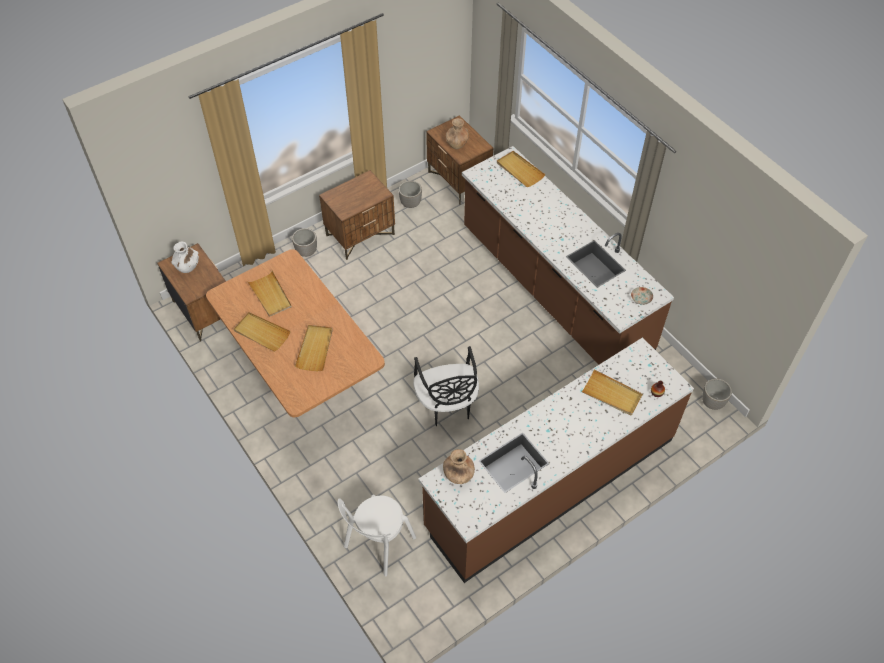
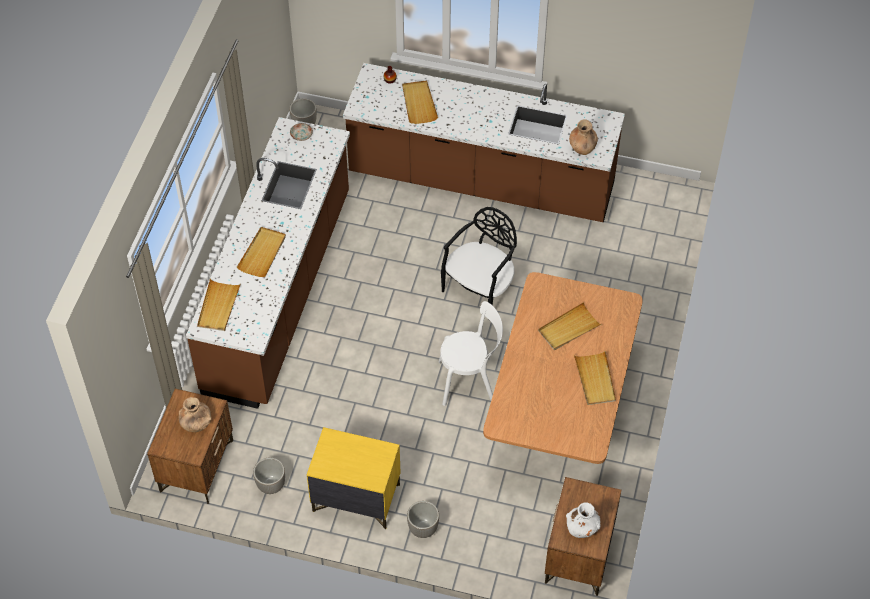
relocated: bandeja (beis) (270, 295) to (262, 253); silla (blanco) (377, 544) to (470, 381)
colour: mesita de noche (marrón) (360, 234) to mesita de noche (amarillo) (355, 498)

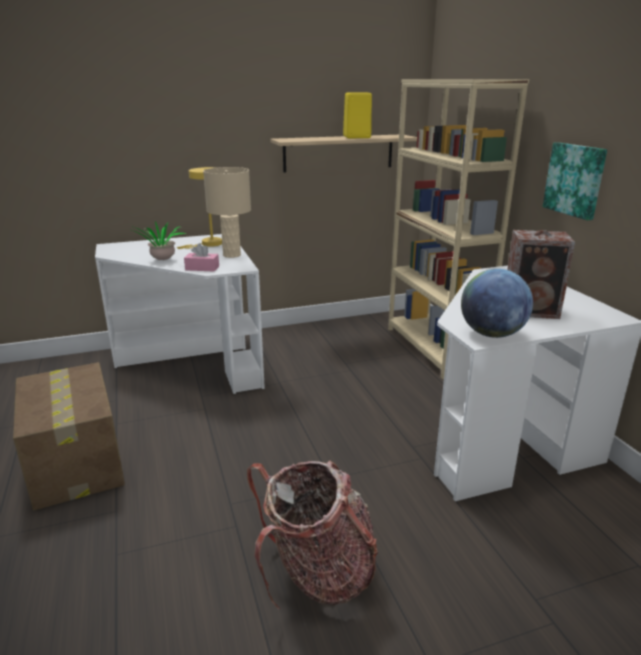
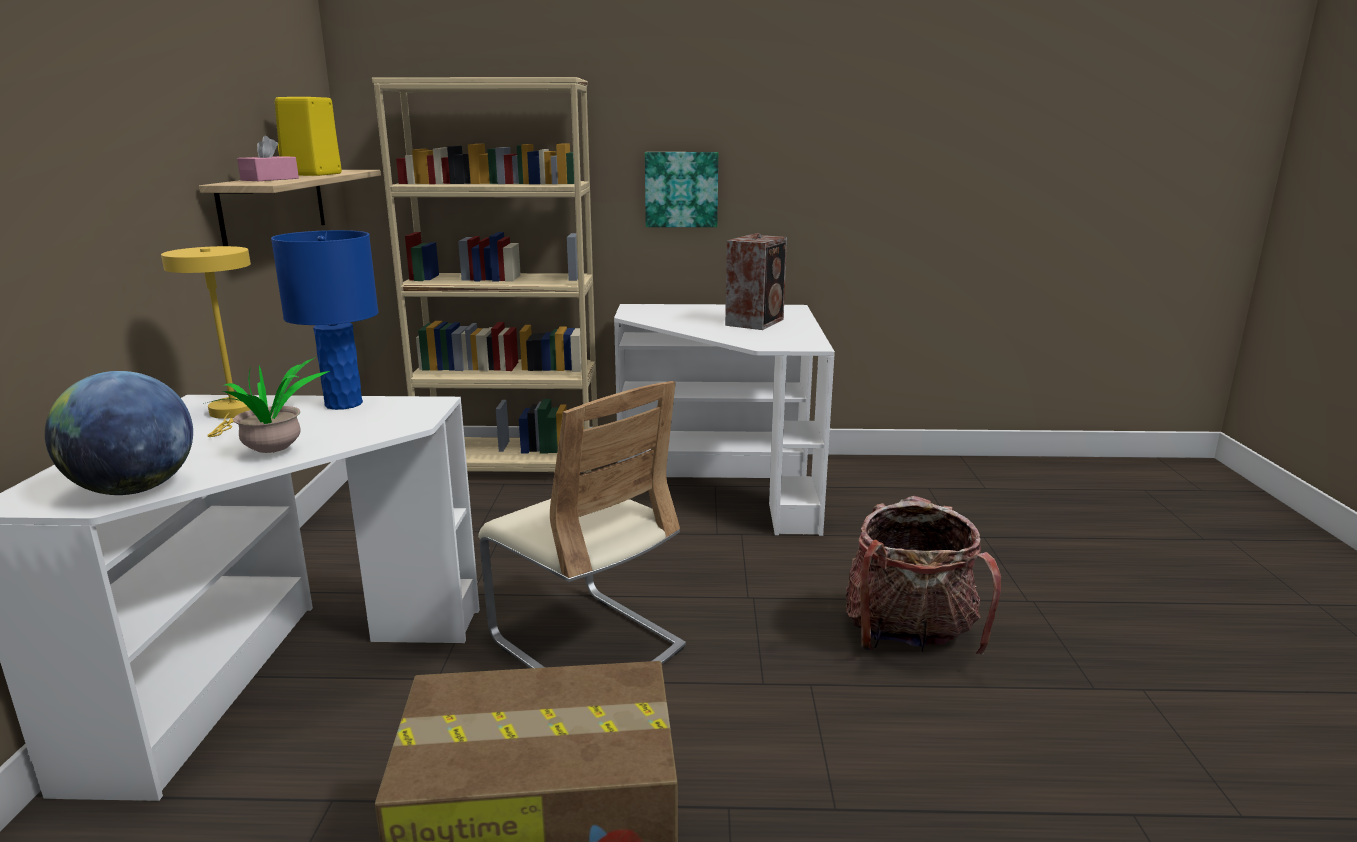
appeared: silla (beis) (586, 644)
relocated: caja de pañuelos (rosa) (202, 268) to (270, 179); globo terráqueo (491, 334) to (134, 489)
colour: lámpara de mesa (beis) (231, 255) to lámpara de mesa (azul) (344, 404)

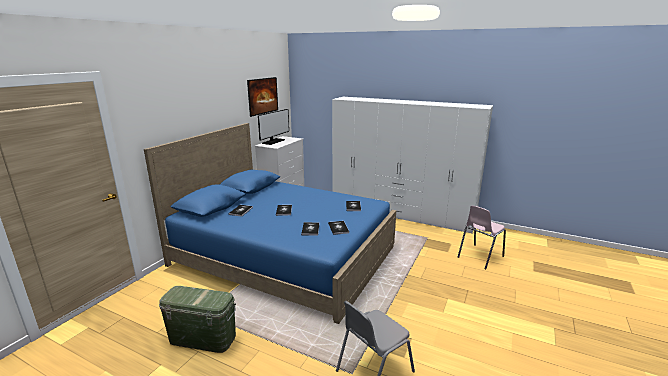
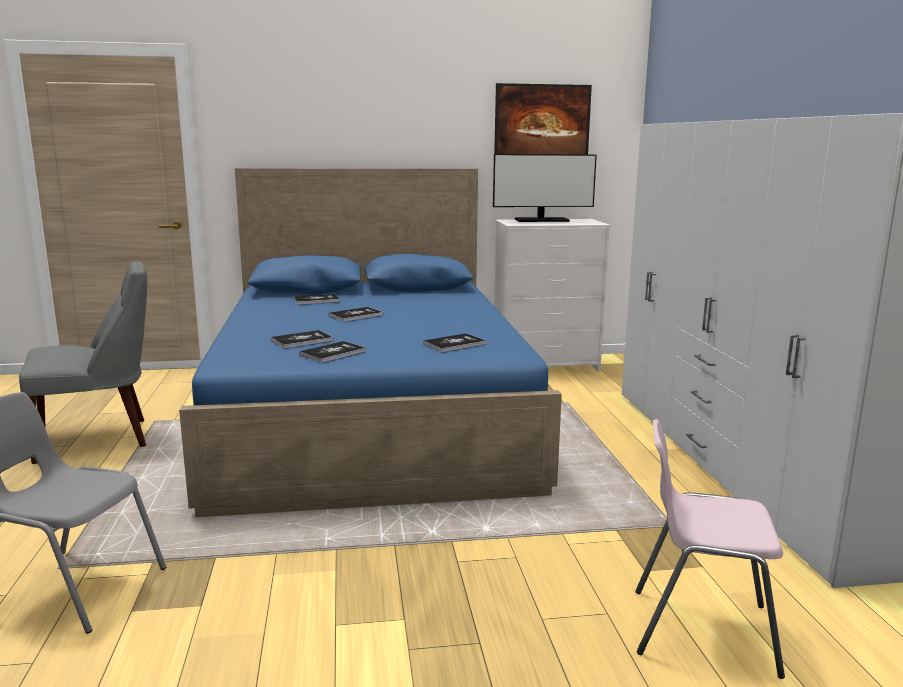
exchanged: caja de almacenaje (verde) (203, 338) to silla (gris) (99, 439)

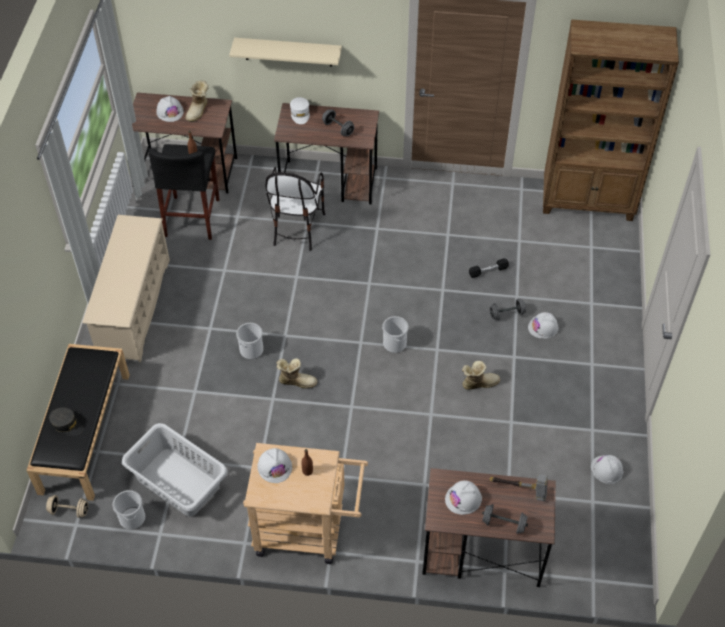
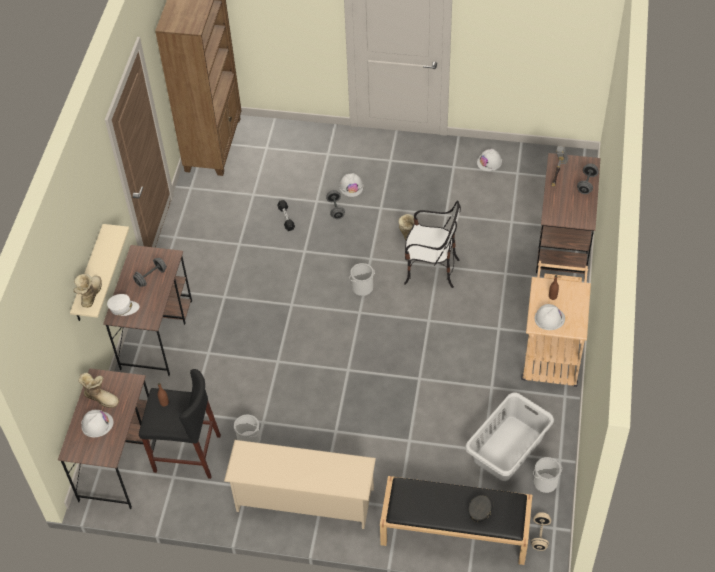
missing: casco (blanco) (463, 499)
relocated: cubo (251, 349) to (248, 439); silla (297, 228) to (430, 270); bota (296, 381) to (90, 295)

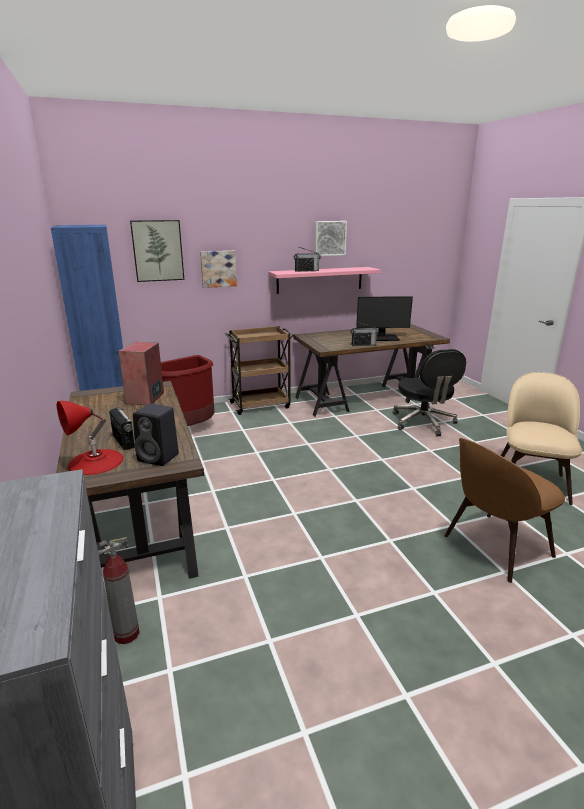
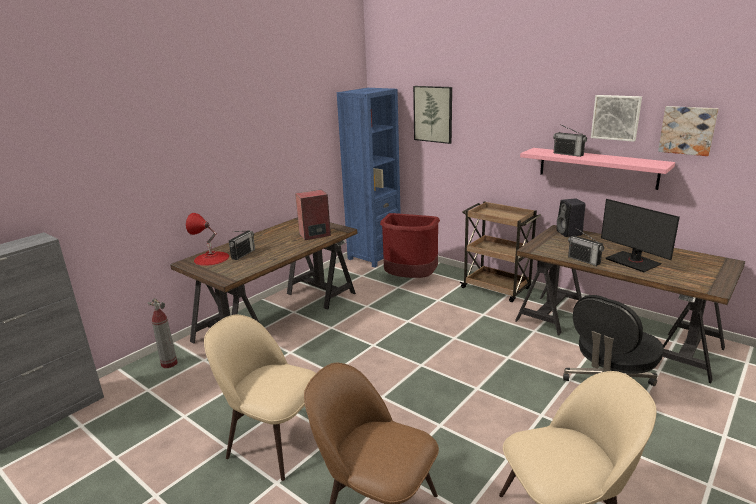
appeared: silla (beis) (274, 440)
relocated: altavoz (negro) (159, 457) to (569, 233); cuadro (218, 268) to (687, 130)

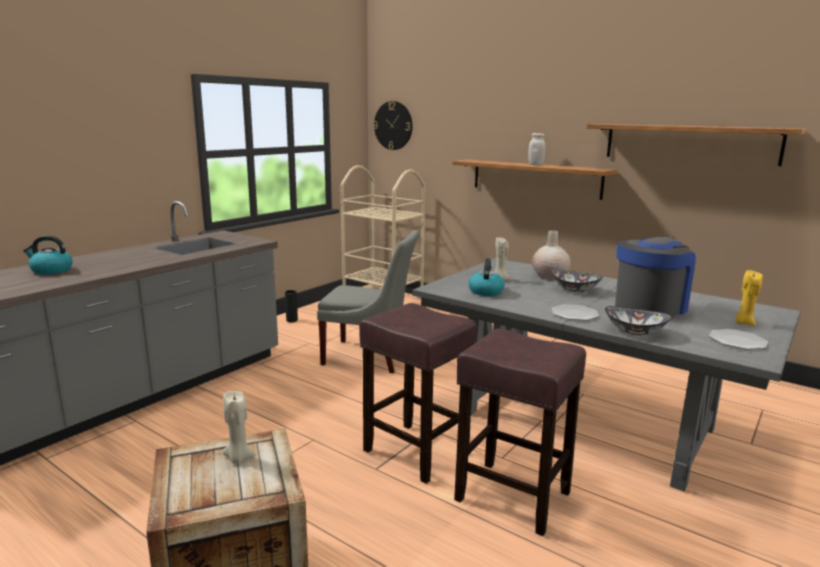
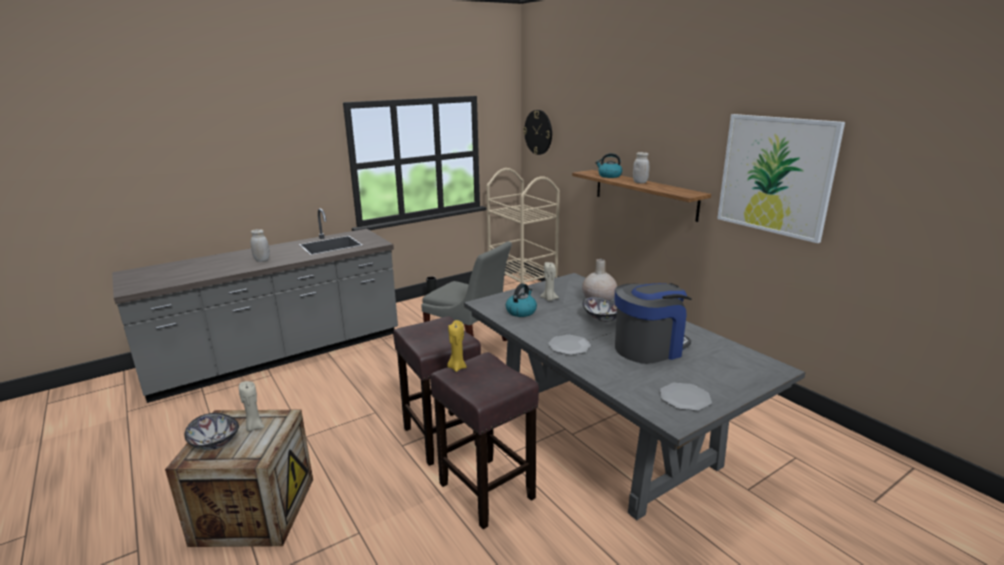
appeared: tarro (blanco) (262, 260)
relocated: hervidor (51, 270) to (609, 176); cuenco (635, 332) to (214, 443); vela (amarillo) (744, 323) to (457, 367)
exchanged: estante (689, 143) to cuadro (775, 175)

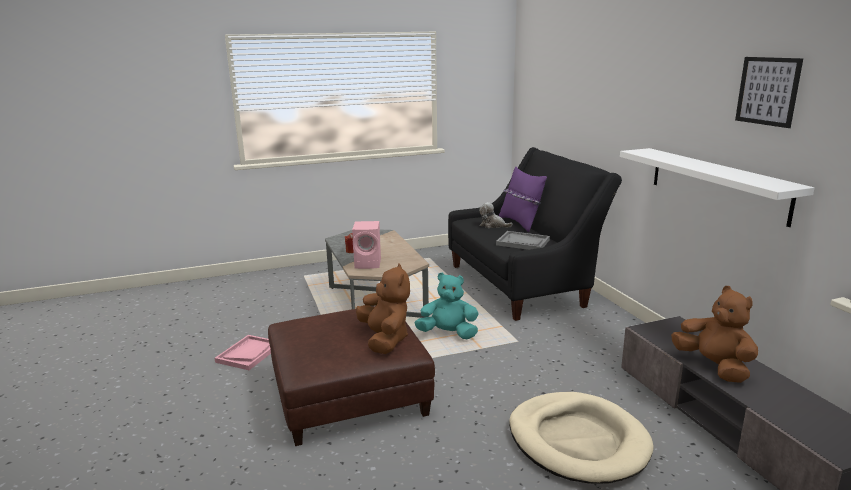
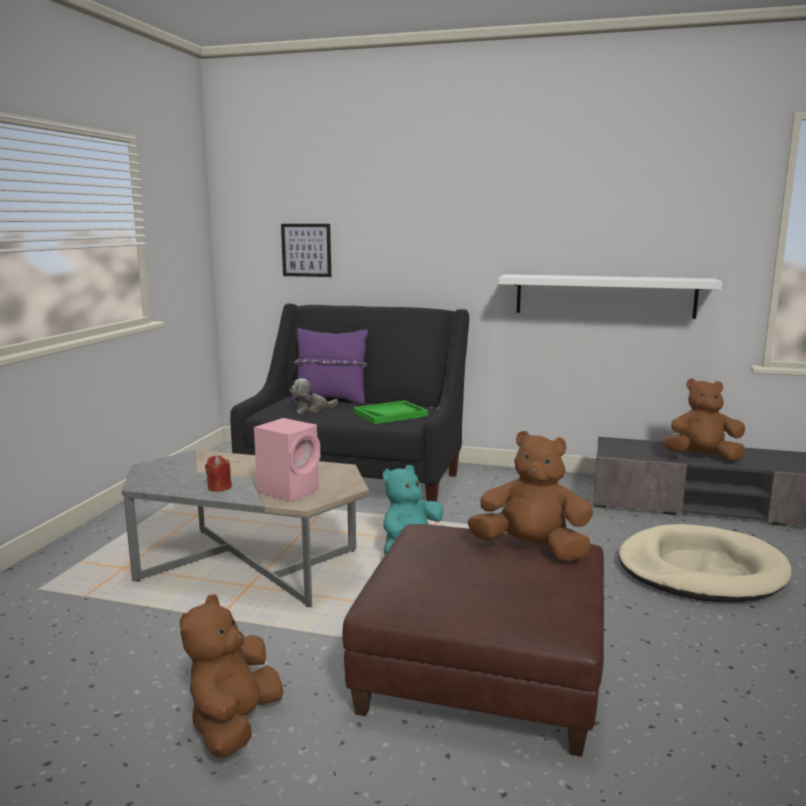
relocated: cuadro (768, 91) to (306, 250)
exchanged: bandeja (rosa) (248, 353) to peluche (marrón) (234, 725)
colour: bandeja (gris) (523, 242) to bandeja (verde) (390, 414)

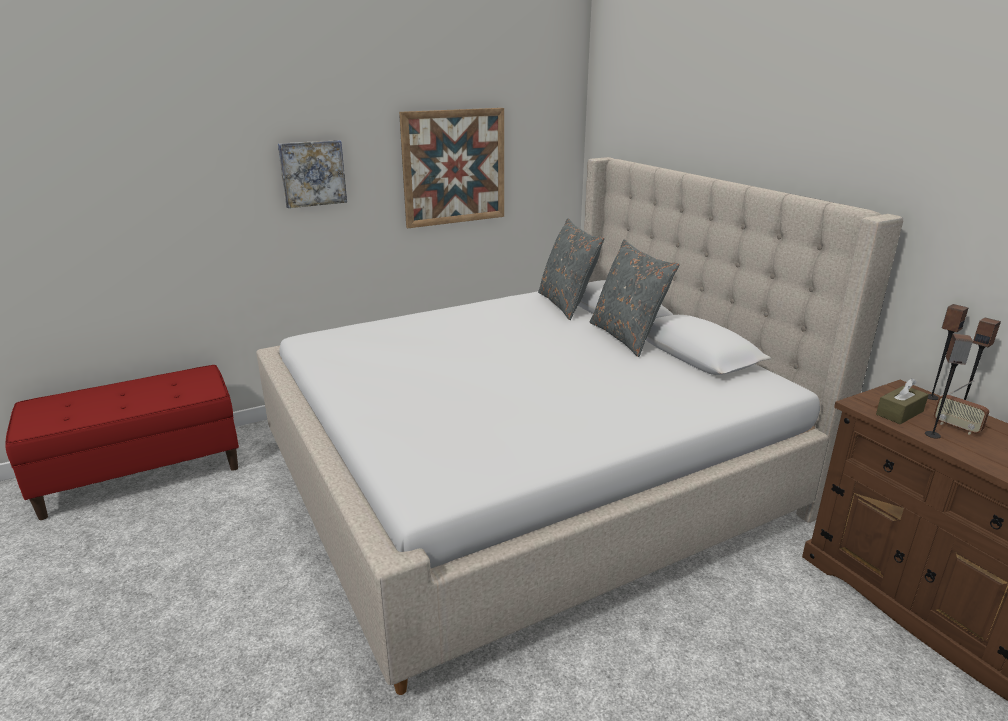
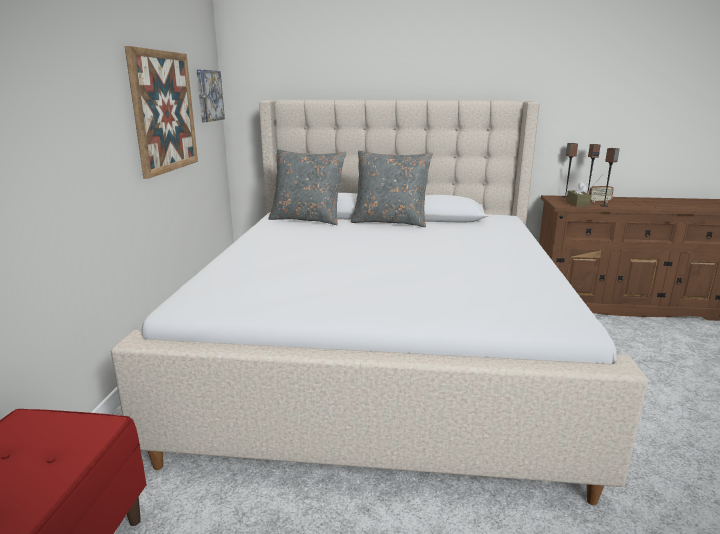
relocated: cuadro (312, 173) to (208, 95)

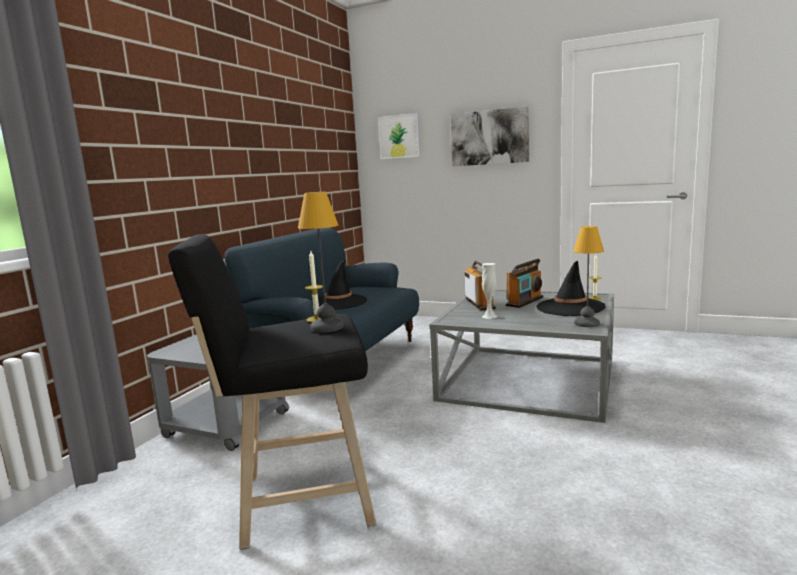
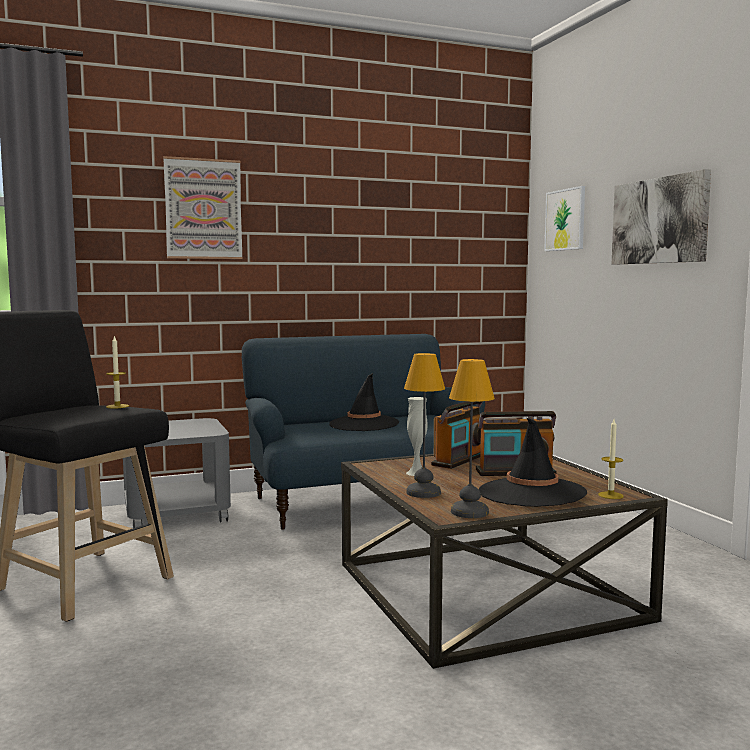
appeared: cuadro (203, 209)
relocated: lámpara de mesa (326, 327) to (423, 492)
colour: mesa de centro (gris) (527, 379) to mesa de centro (marrón) (486, 590)

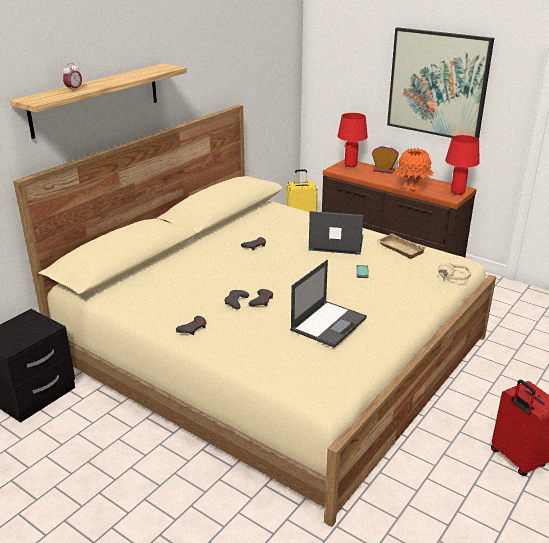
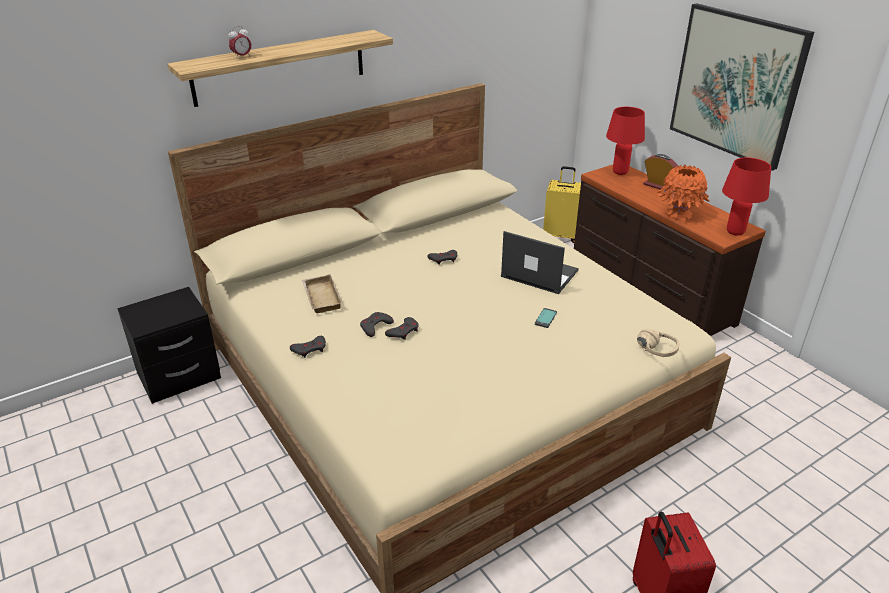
missing: portátil (329, 323)
relocated: bandeja (beis) (399, 249) to (320, 297)

